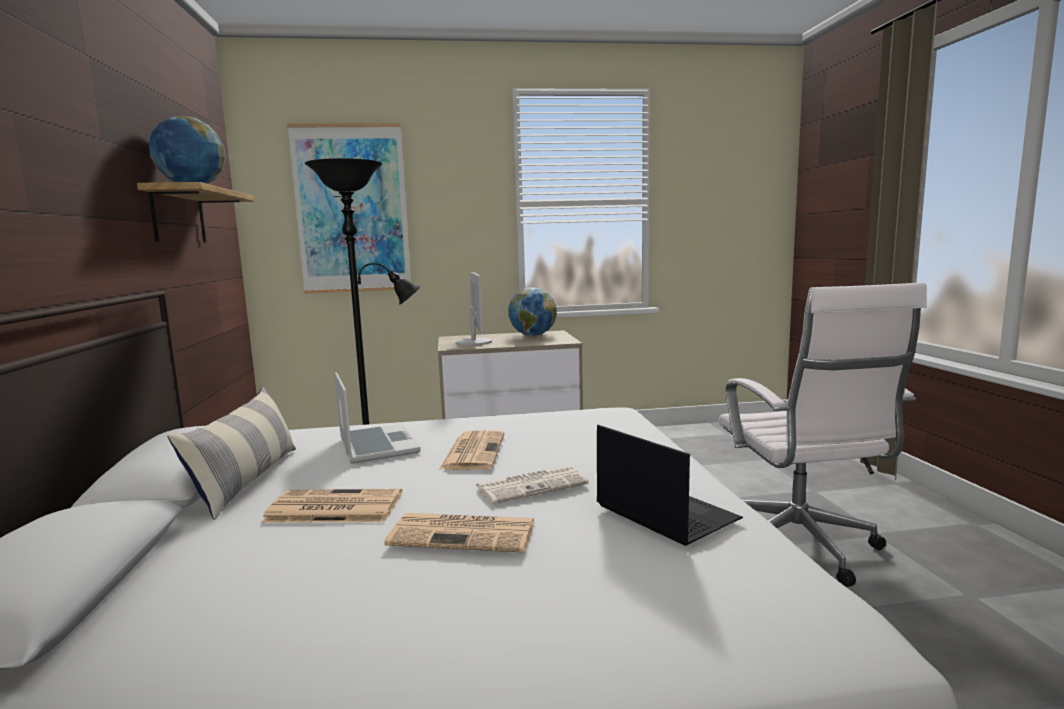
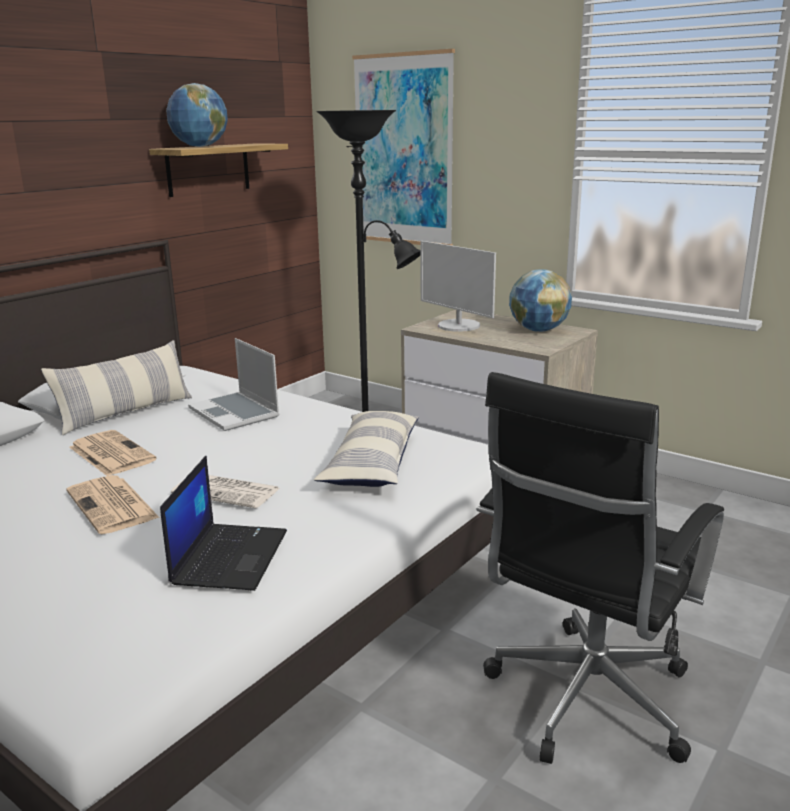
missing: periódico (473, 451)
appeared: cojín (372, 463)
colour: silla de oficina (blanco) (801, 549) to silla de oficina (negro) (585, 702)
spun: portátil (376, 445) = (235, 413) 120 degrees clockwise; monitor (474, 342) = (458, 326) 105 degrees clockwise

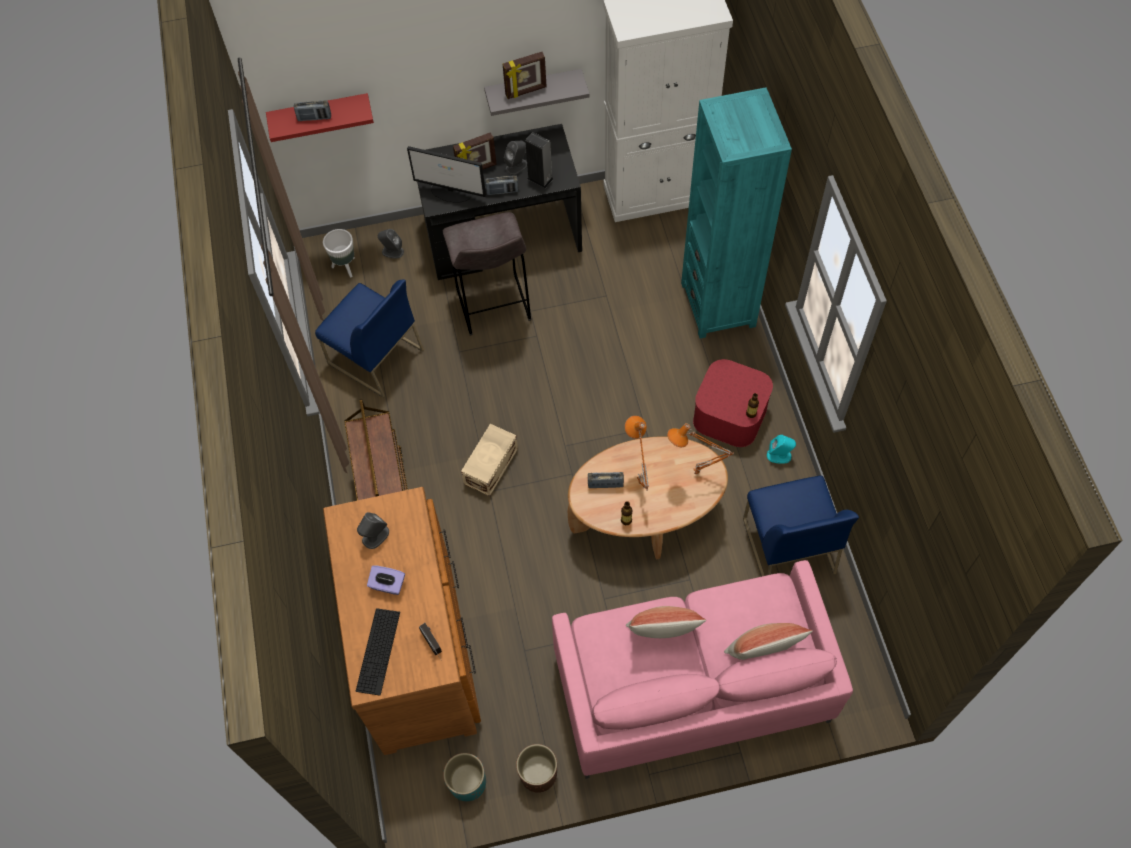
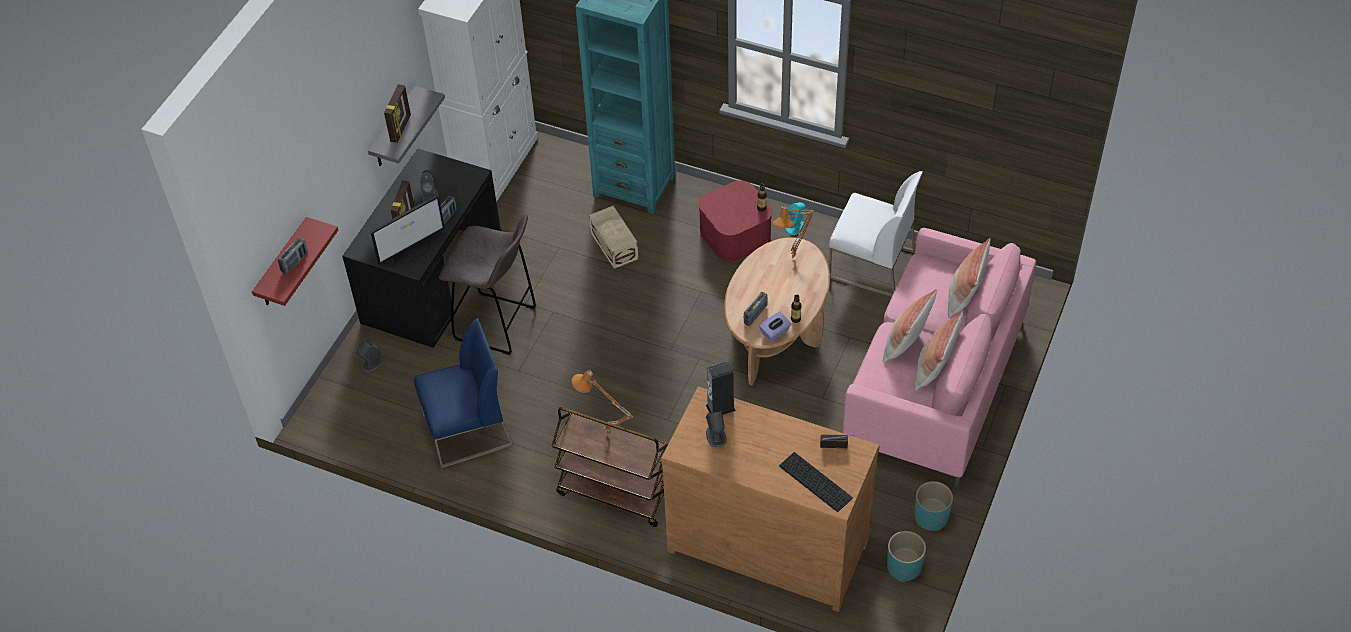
missing: maceta (blanco) (345, 267)
appeared: cojín (933, 369)
relocated: caja de pañuelos (morado) (388, 585) to (775, 332); caja de almacenaje (beis) (492, 466) to (614, 245); altavoz (540, 178) to (720, 408); lámpara de mesa (naranja) (637, 483) to (606, 436)
colour: maceta (marrón) (538, 774) to maceta (turquesa) (931, 517); silla (azul) (787, 545) to silla (blanco) (870, 265)

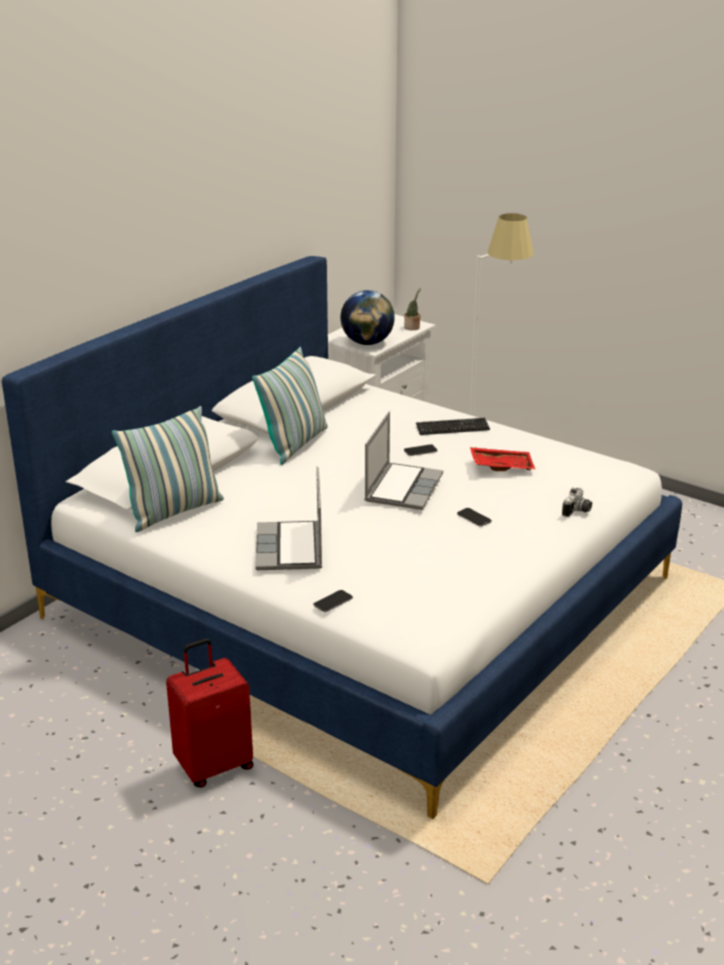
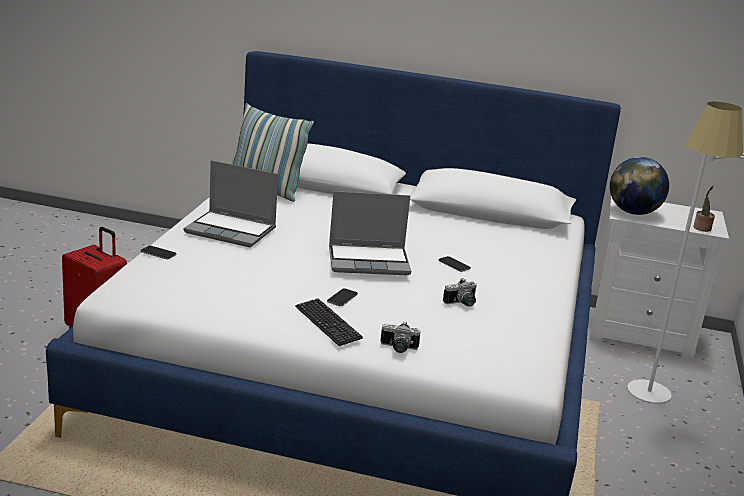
missing: cojín (294, 444)
relocated: teclado (452, 428) to (328, 323)
exchanged: bandeja (rojo) (501, 465) to cámara (462, 303)
spun: portátil (290, 549) = (232, 231) 135 degrees counterclockwise

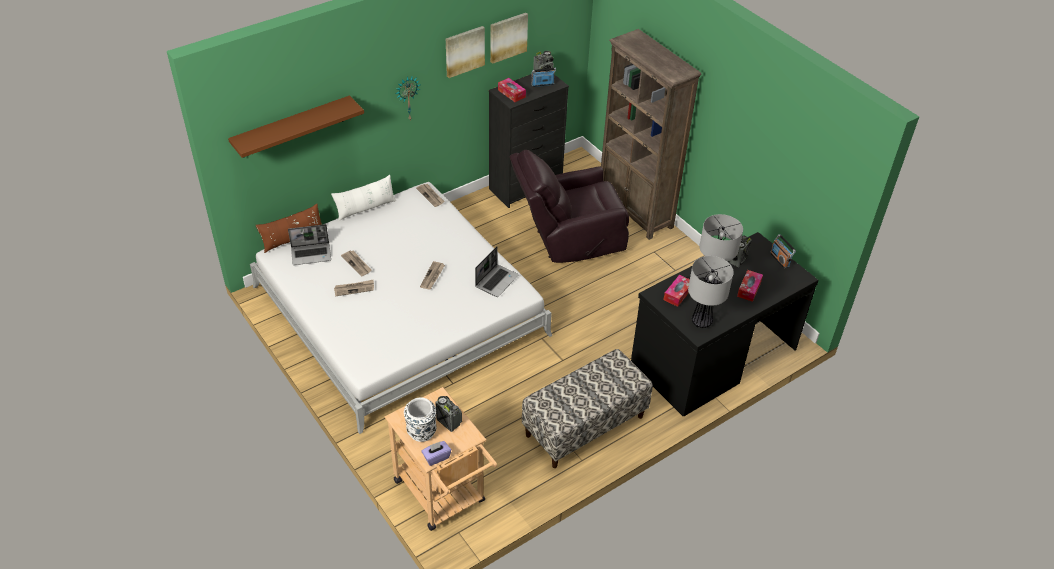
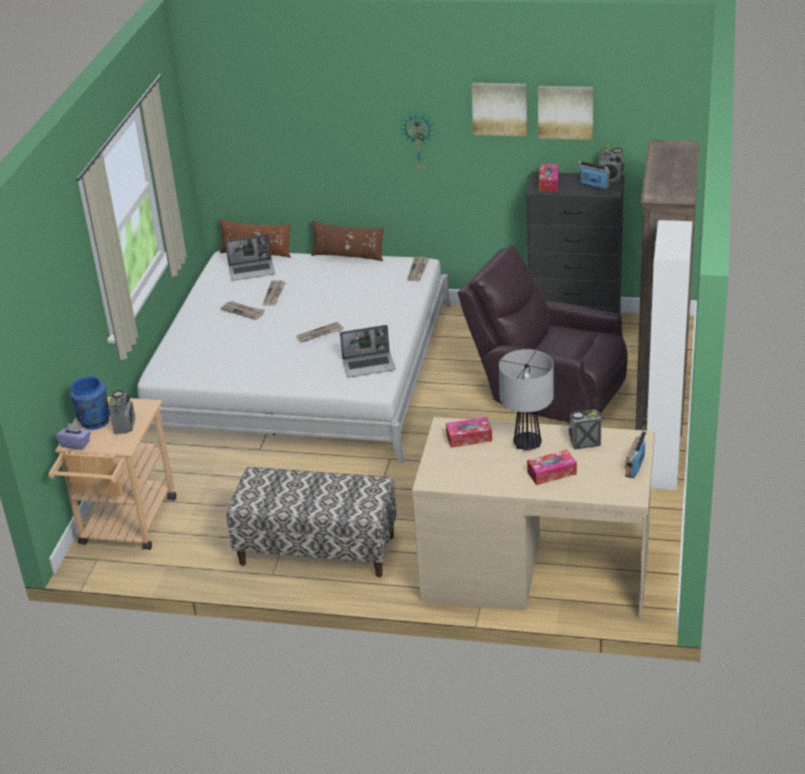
missing: estante (marrón) (292, 127); lámpara de mesa (701, 322)
appeared: armario ropero (blanco) (662, 466)
colour: cojín (blanco) (365, 208) to cojín (marrón) (348, 256); florero (blanco) (421, 432) to florero (azul) (94, 421); escritorio (negro) (712, 356) to escritorio (beis) (535, 570)
spun: portátil (311, 254) = (252, 271) 45 degrees counterclockwise

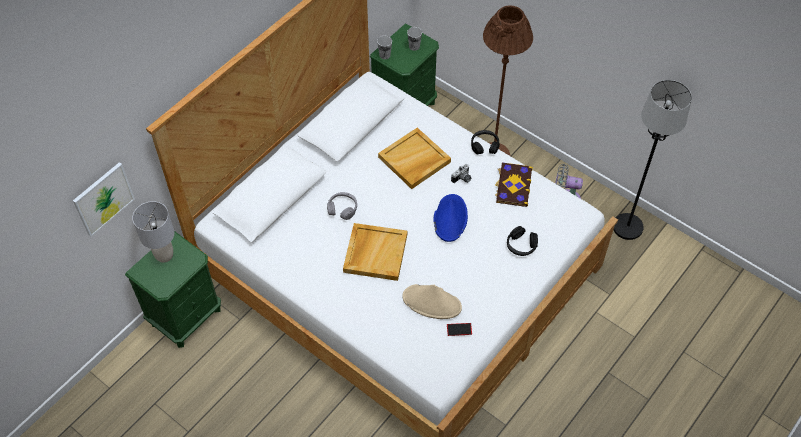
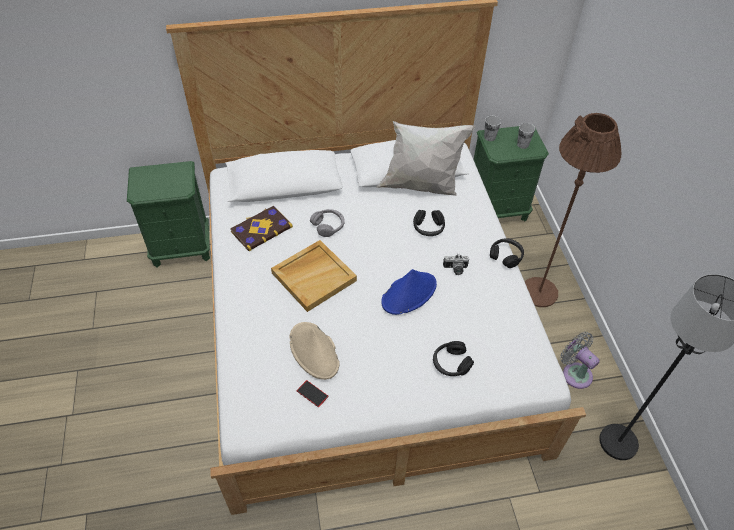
missing: cuadro (103, 198); lámpara de mesa (gris) (164, 256)
appeared: cojín (blanco) (421, 186)
relocated: libro (513, 185) to (261, 229)
exchanged: bandeja (beis) (414, 160) to auriculares (negro) (428, 228)

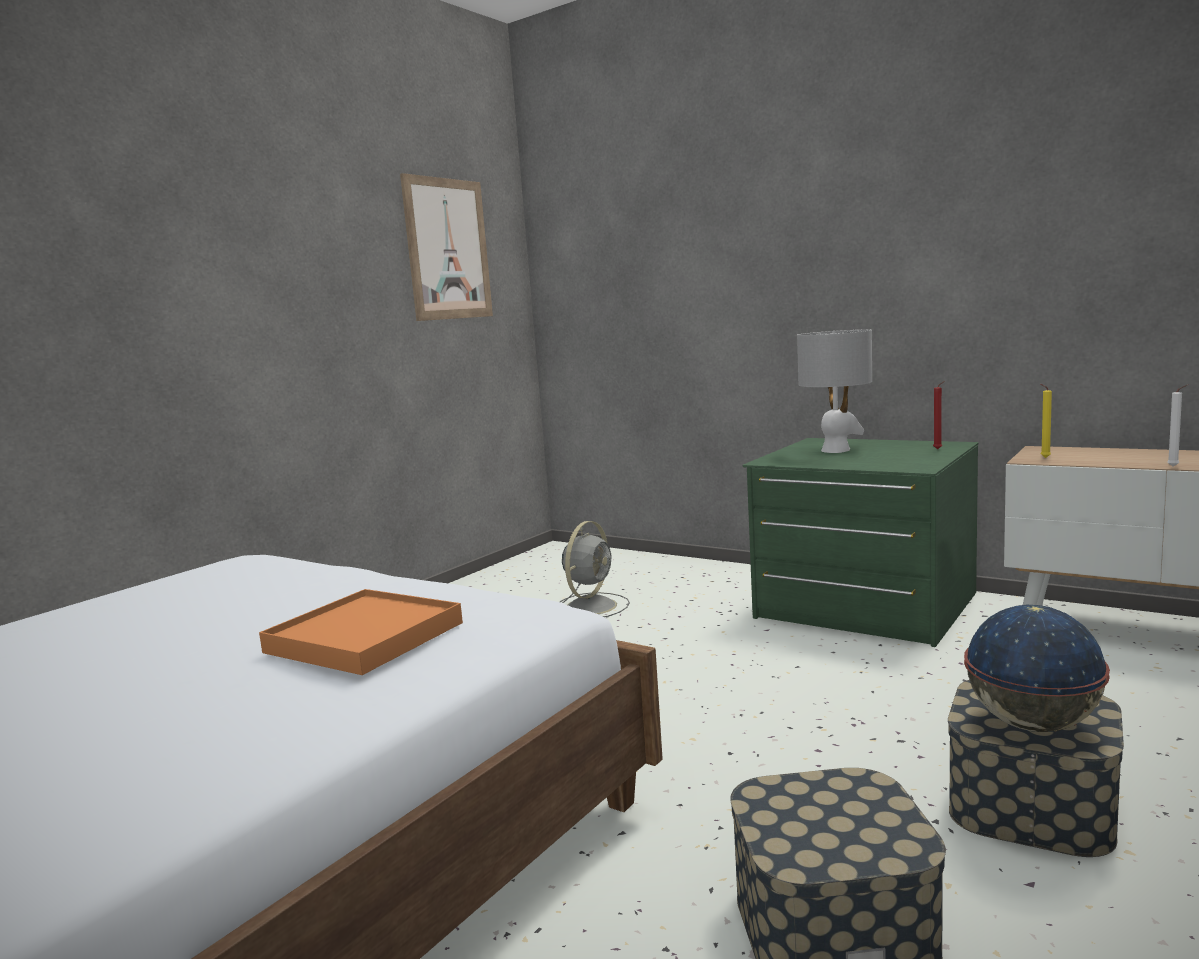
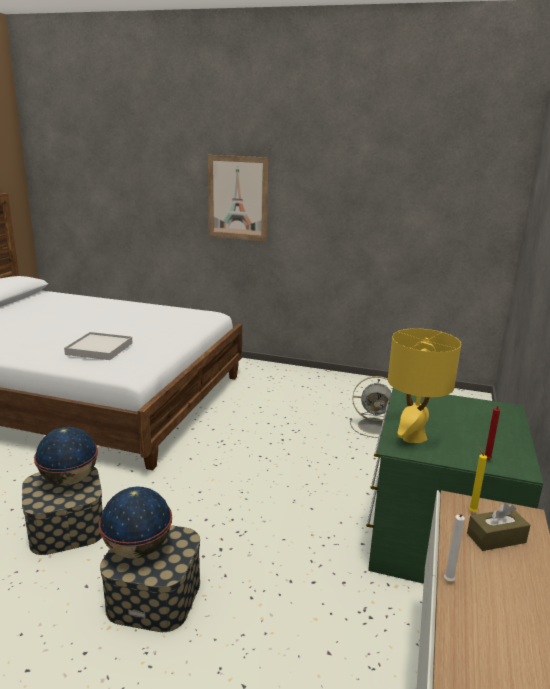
missing: lámpara de mesa (gris) (836, 450)
appeared: globo terráqueo (70, 480); lámpara de mesa (amarillo) (413, 437); caja de pañuelos (marrón) (496, 538)
relocated: cuadro (448, 249) to (238, 198)
colour: bandeja (naranja) (365, 637) to bandeja (blanco) (100, 348)

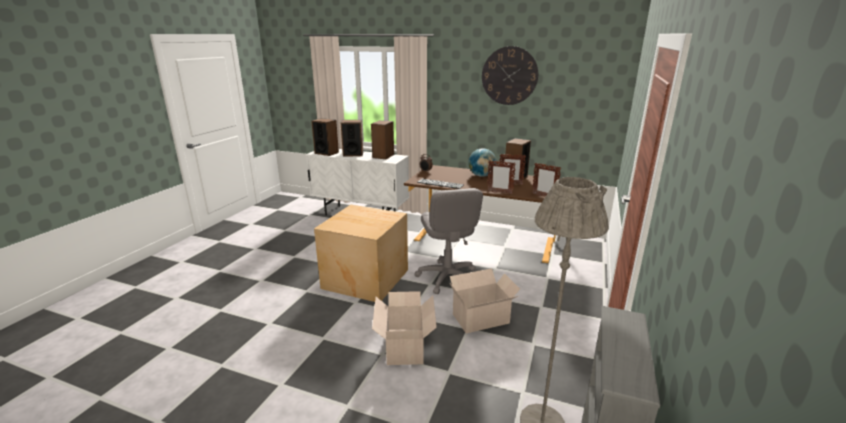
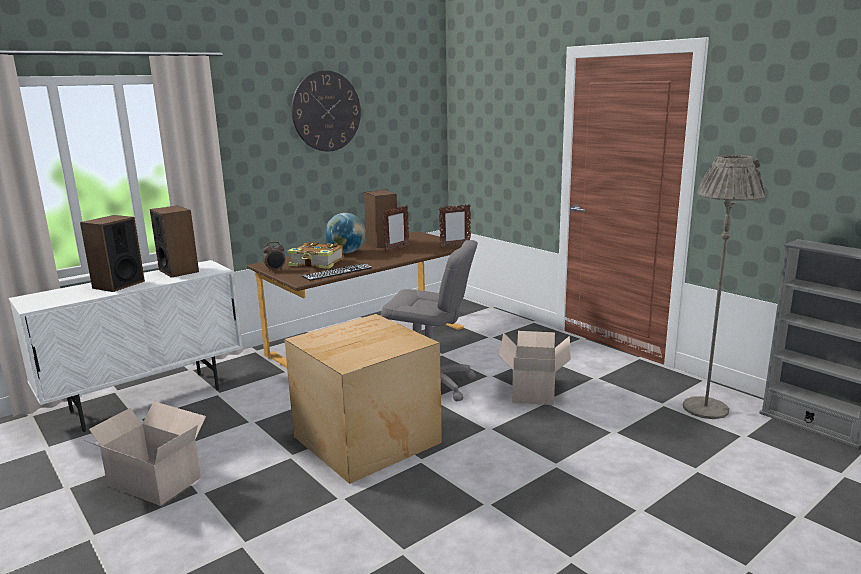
missing: altavoz (326, 153); portarretratos (499, 193)
appeared: libro (317, 263)
relocated: caja de cartón (405, 345) to (153, 481)

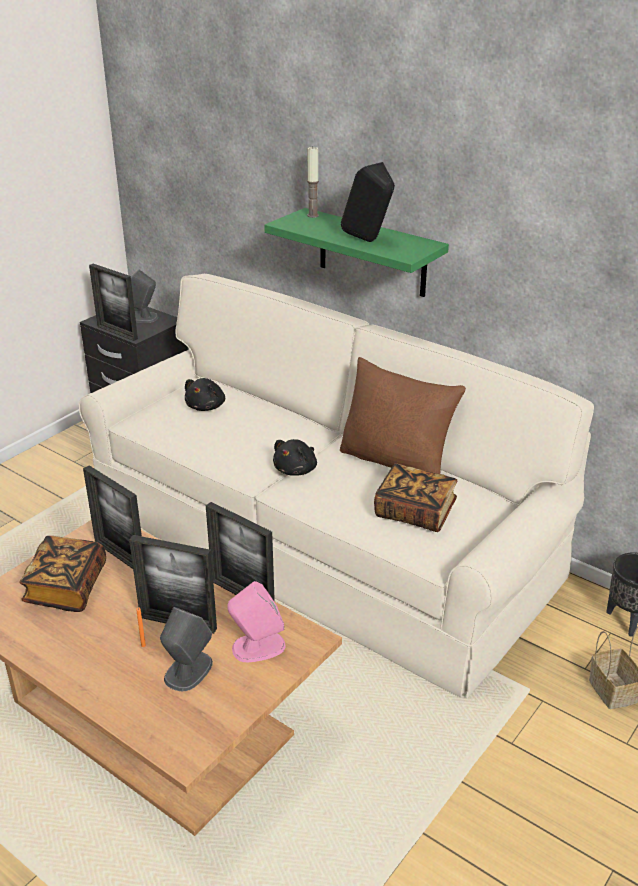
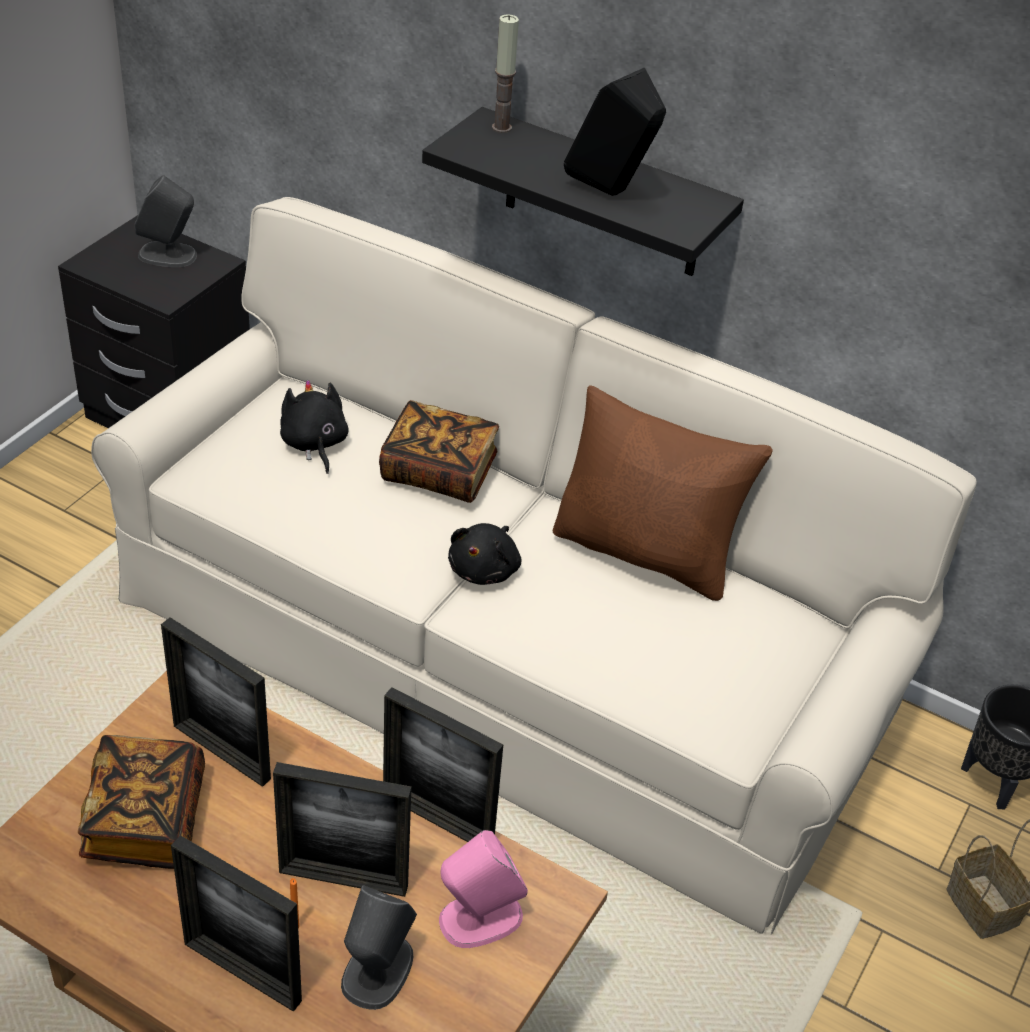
relocated: portarretratos (117, 332) to (242, 972); libro (415, 512) to (439, 472)
colour: estante (verde) (372, 253) to estante (negro) (603, 195)
spun: peluche (negro) (206, 406) = (314, 444) 150 degrees clockwise

